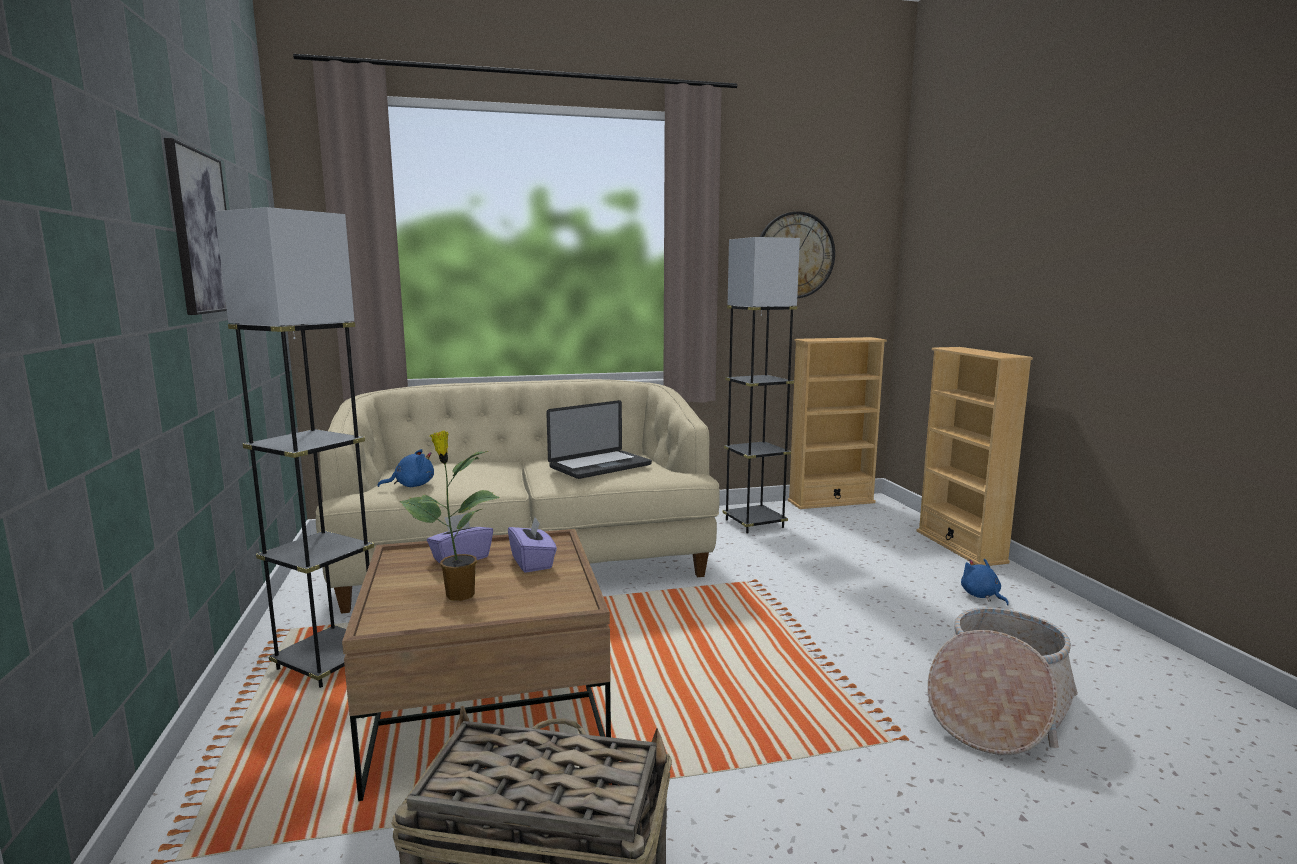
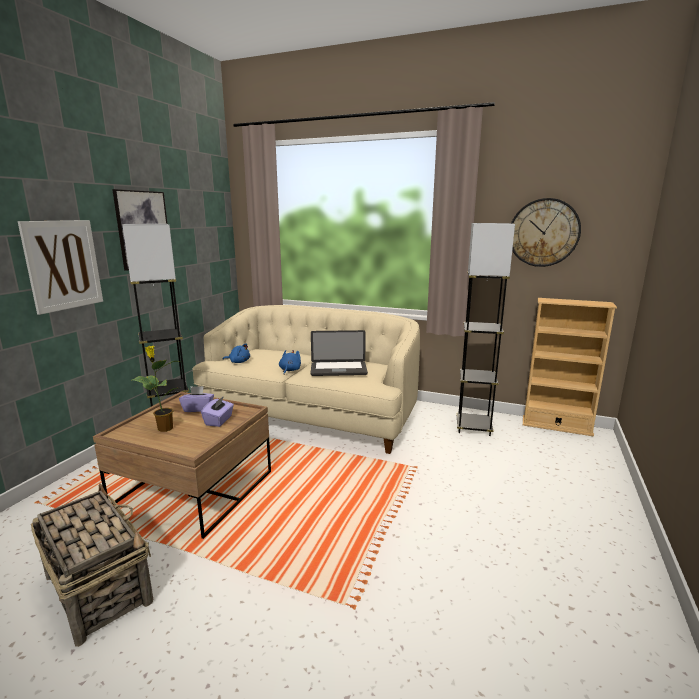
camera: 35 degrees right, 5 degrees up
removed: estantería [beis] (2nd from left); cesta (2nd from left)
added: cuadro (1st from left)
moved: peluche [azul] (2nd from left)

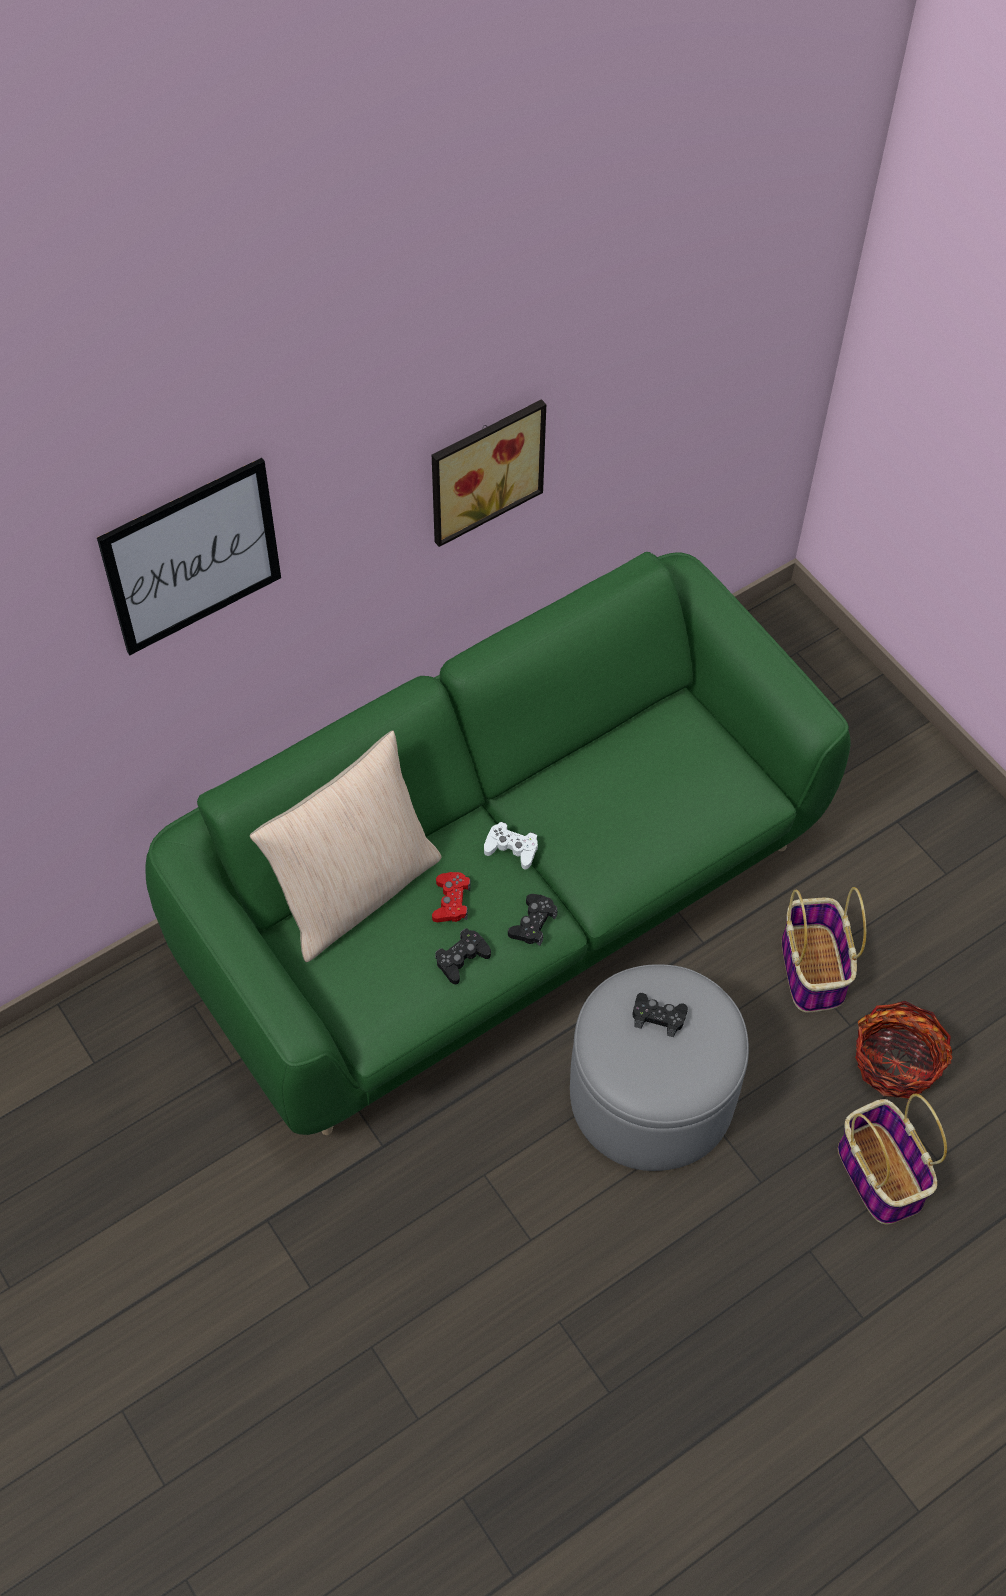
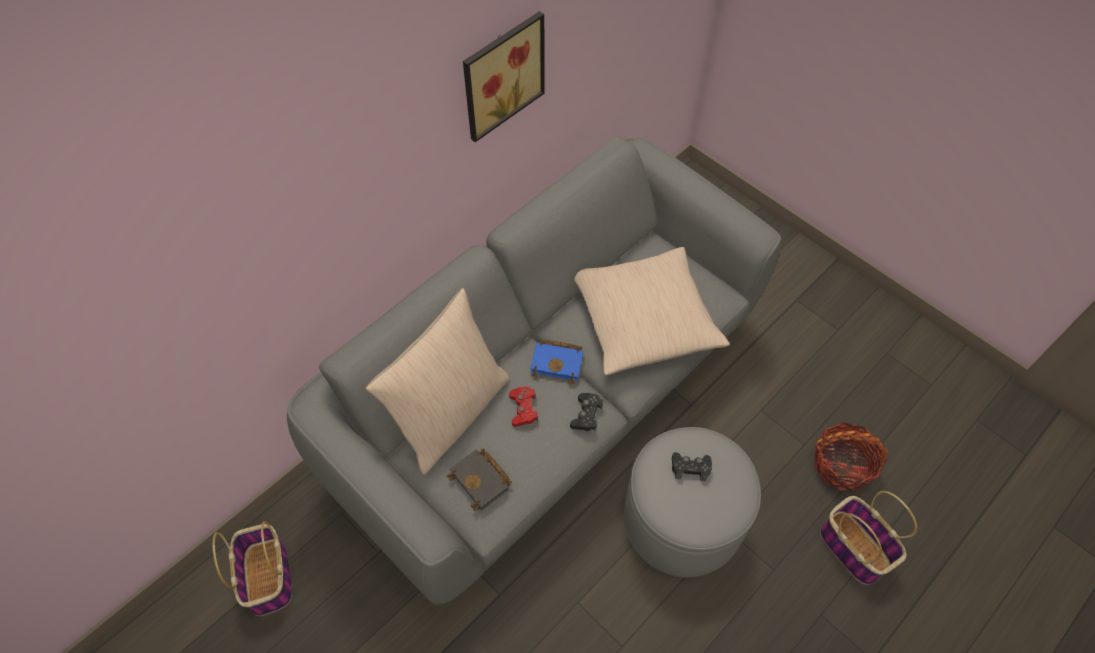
camera: 10 degrees left, 0 degrees up
removed: cuadro (1st from left); mando de consola [negro] (1st from left)
added: cojín [beis] (2nd from left); libro [negro]
moved: cesta (1st from left)
replaced: mando de consola [blanco] to libro [azul]
recoloured: sofá [verde] to sofá [gris]

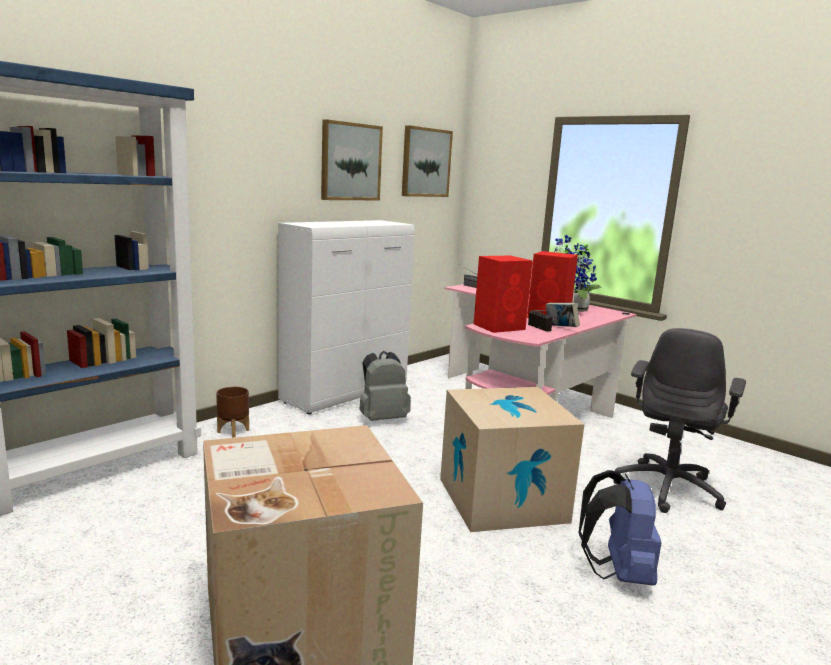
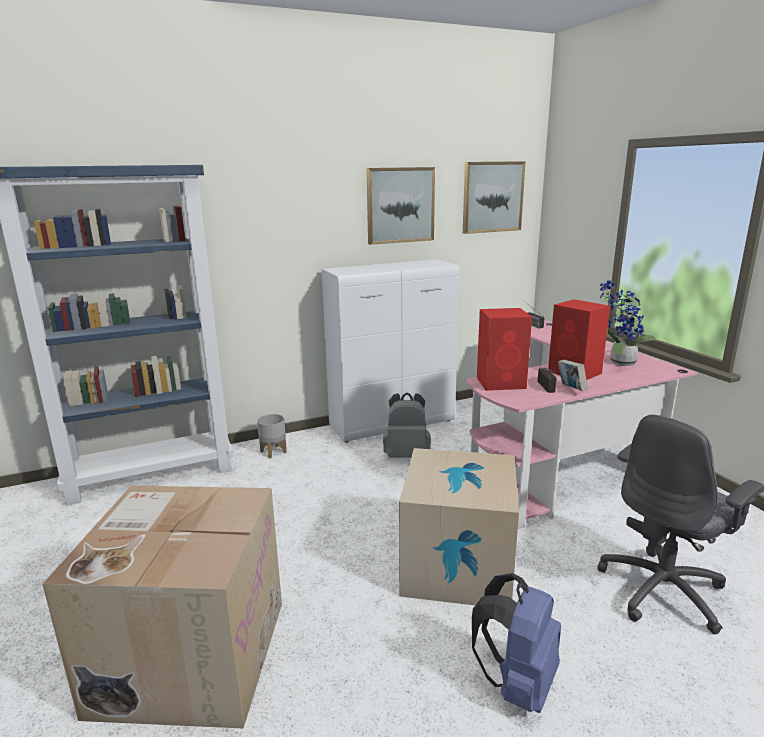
camera: 25 degrees right, 5 degrees up
recoloured: maceta [marrón] to maceta [gris]

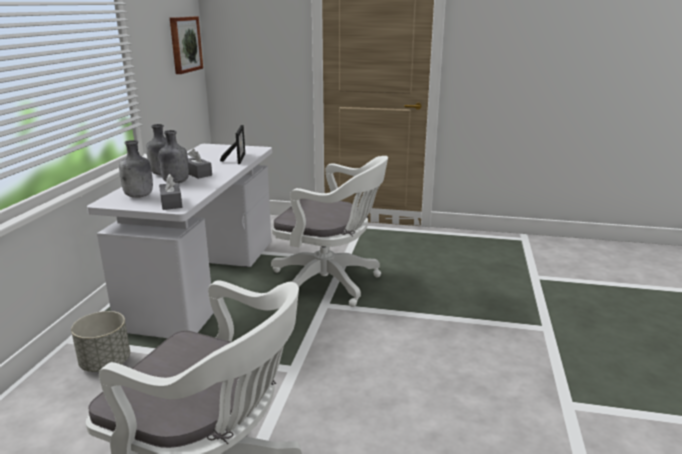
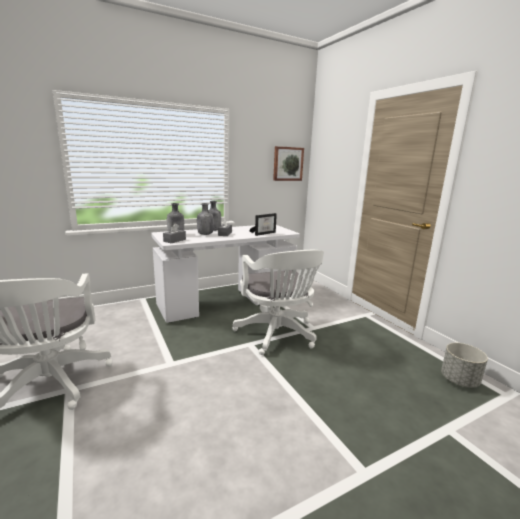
camera: 50 degrees right, 5 degrees down
moved: maceta [gris]

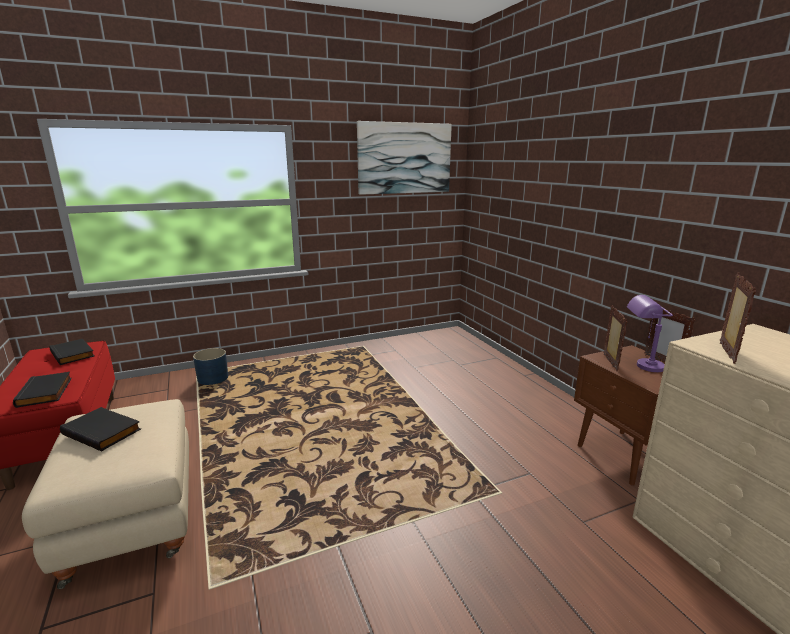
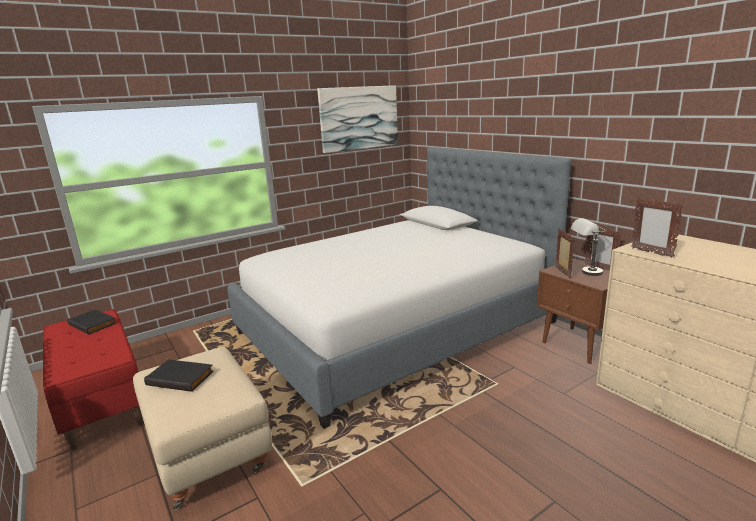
camera: 10 degrees left, 0 degrees up
removed: maceta [azul]; libro [negro] (1st from left)
added: cama
recoloured: lámpara de mesa [morado] to lámpara de mesa [gris]
turned: portarretratos (3rd from left) 135 degrees clockwise

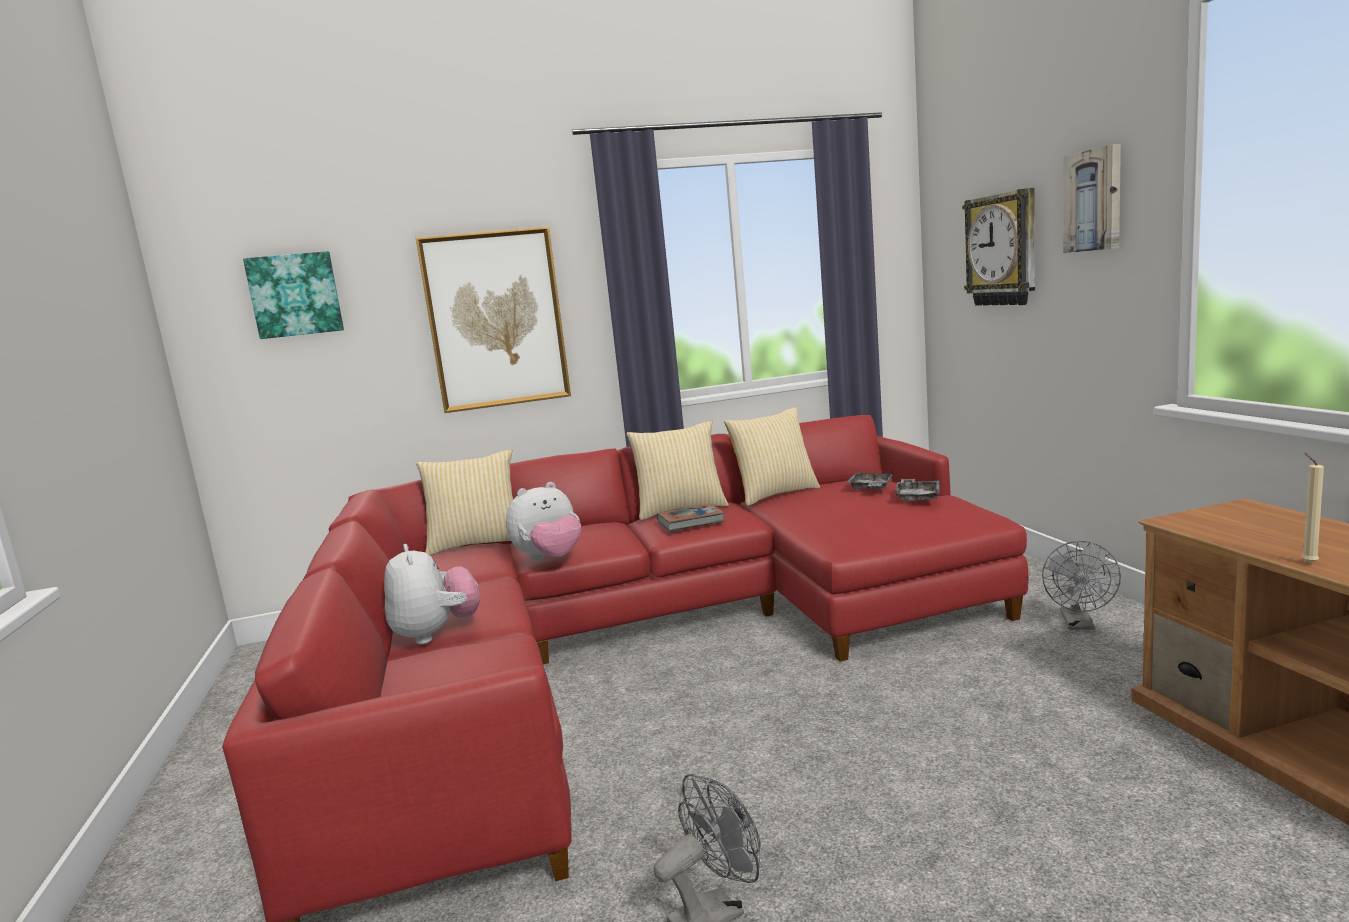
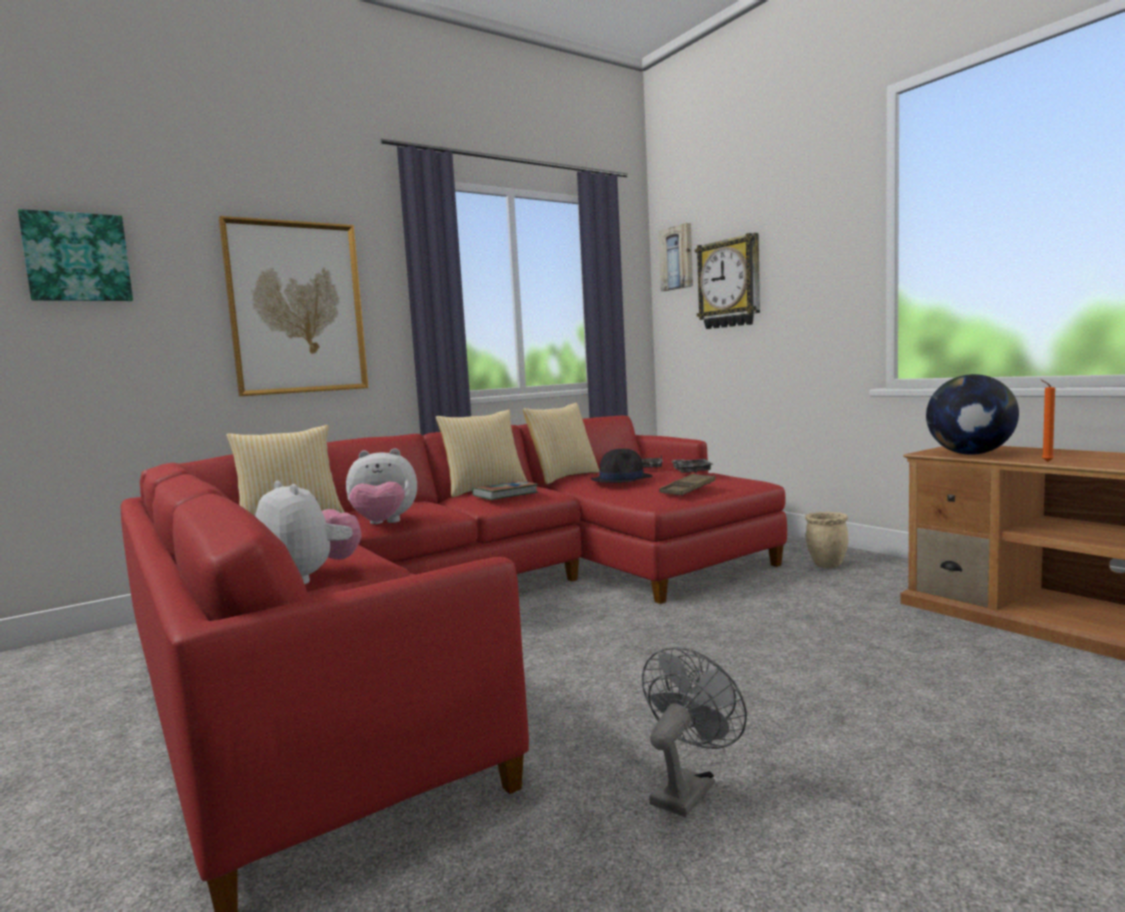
camera: 20 degrees left, 5 degrees down
added: globo terráqueo; sombrero [negro]; bandeja [marrón]
moved: cuadro (3rd from left)
replaced: ventilador [gris] (2nd from left) to maceta [beis]
recoloured: vela [beis] to vela [naranja]
turned: peluche (2nd from left) 45 degrees clockwise

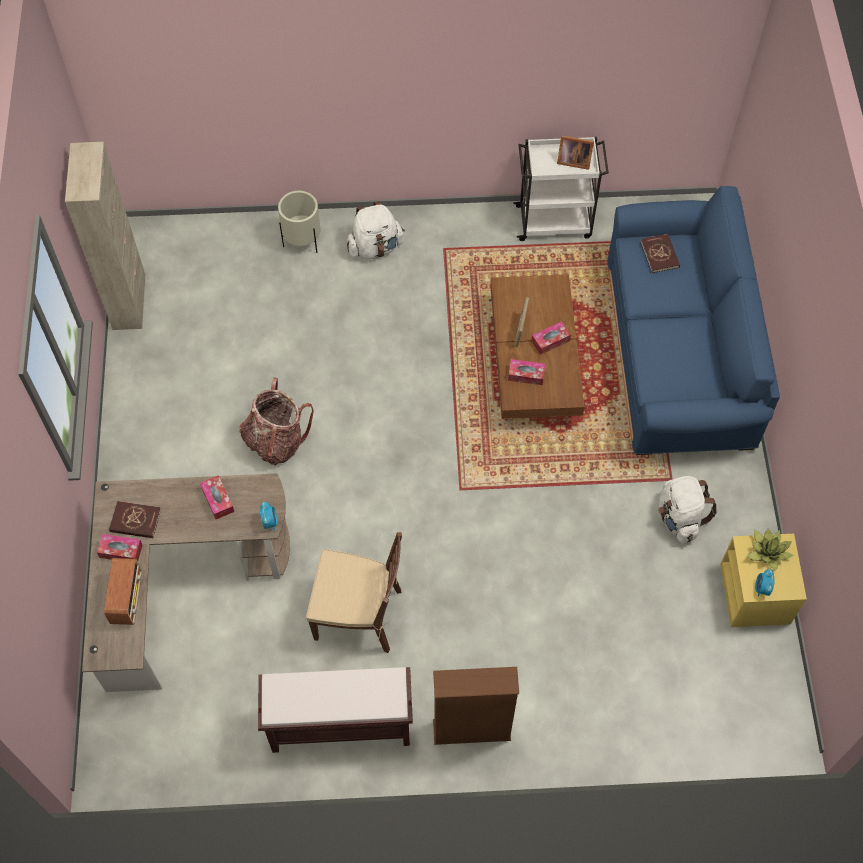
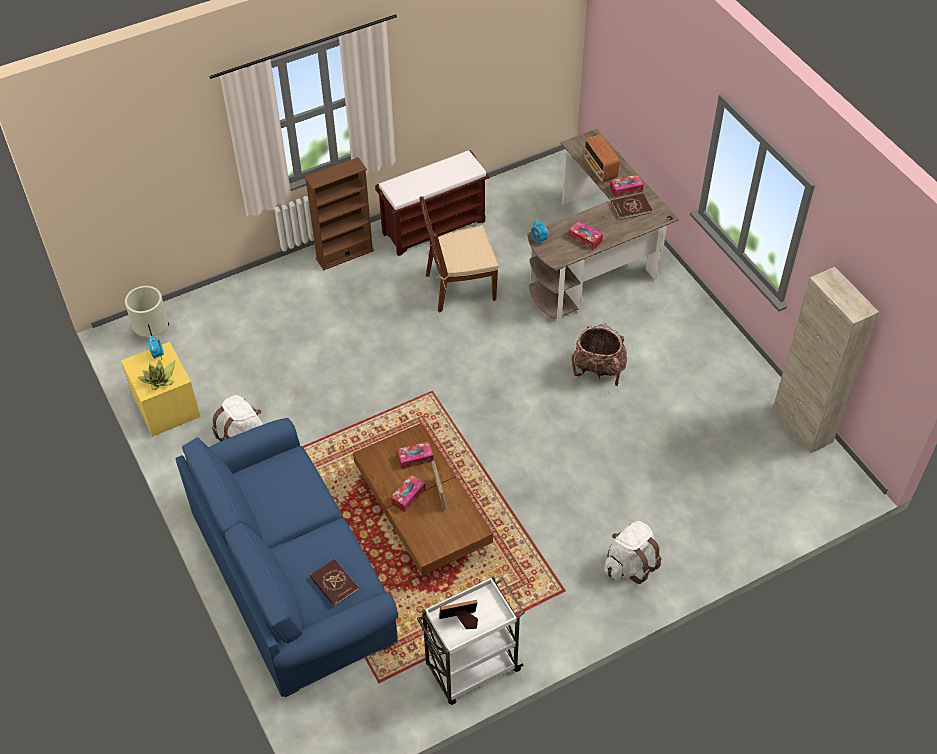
camera: 155 degrees right, 10 degrees down
moved: maceta [beis]

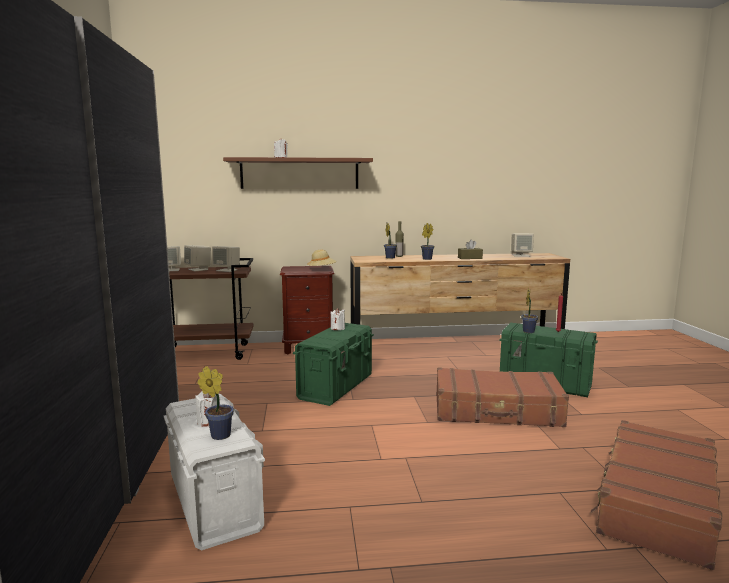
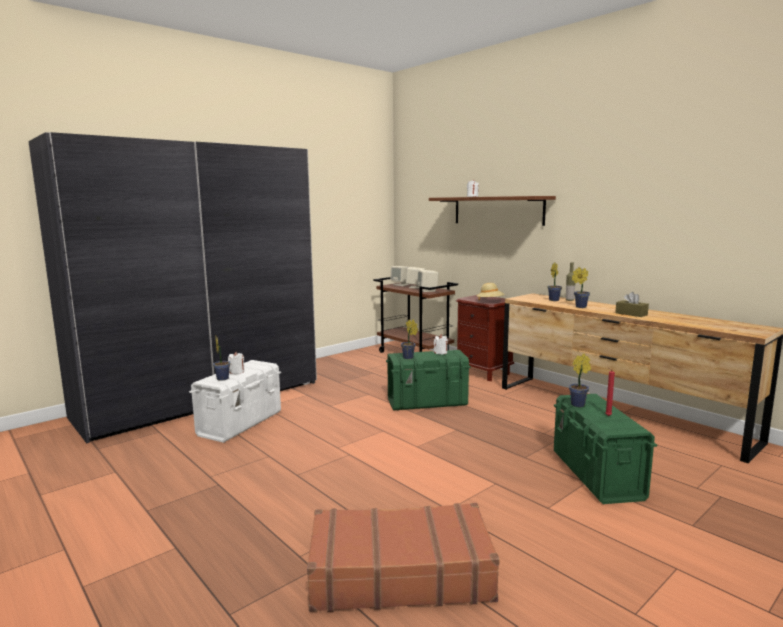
camera: 55 degrees right, 0 degrees up
removed: altavoz [beis] (4th from left); maleta [marrón] (1st from left)
added: planta en maceta (2nd from left)

